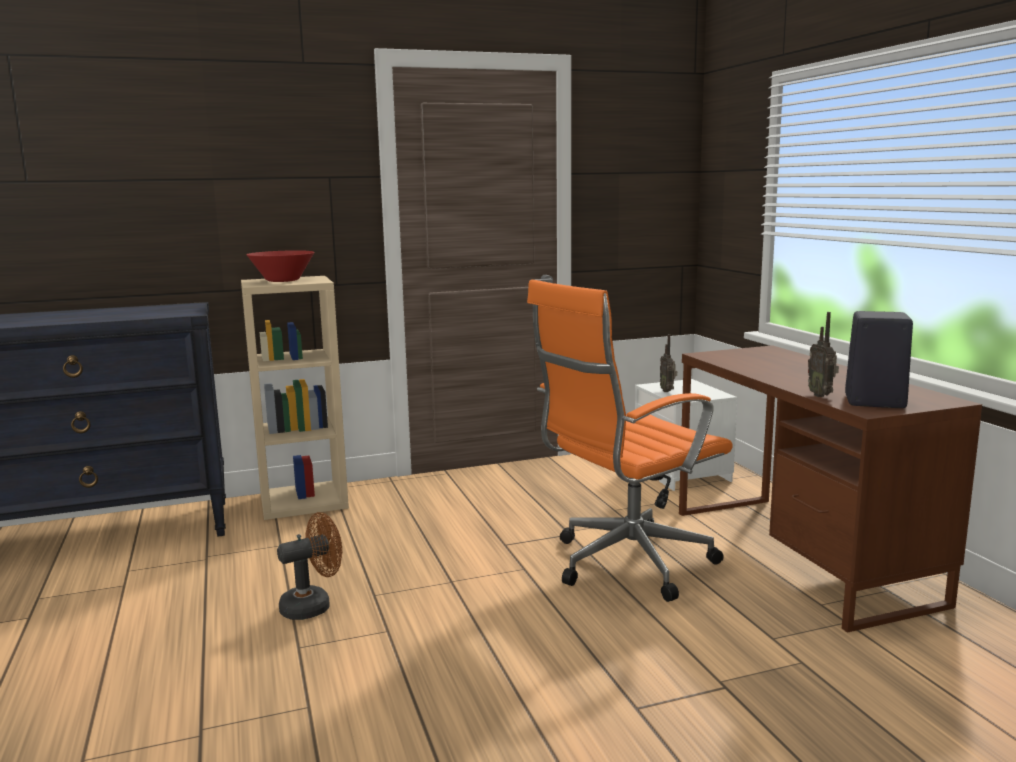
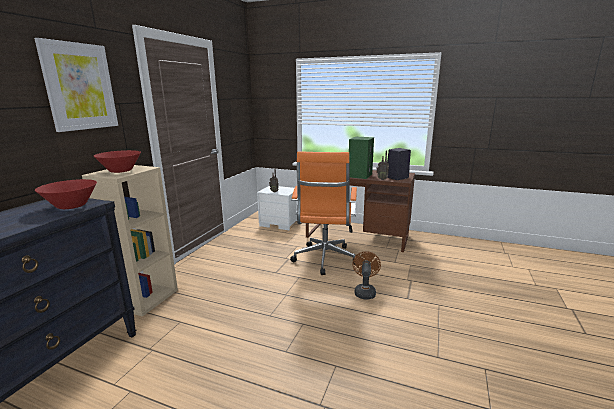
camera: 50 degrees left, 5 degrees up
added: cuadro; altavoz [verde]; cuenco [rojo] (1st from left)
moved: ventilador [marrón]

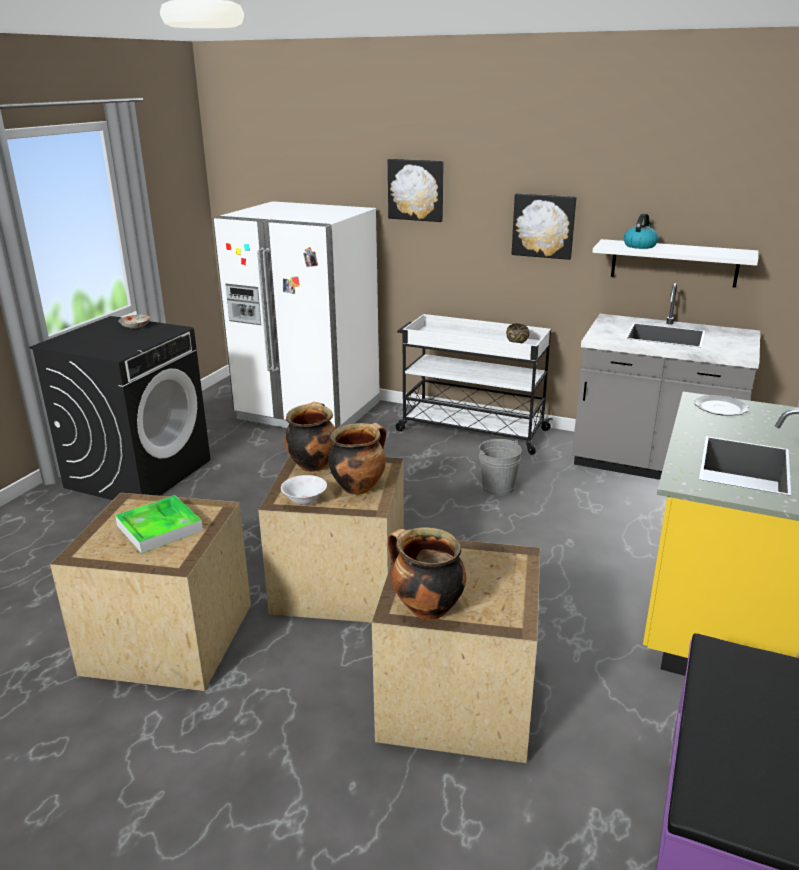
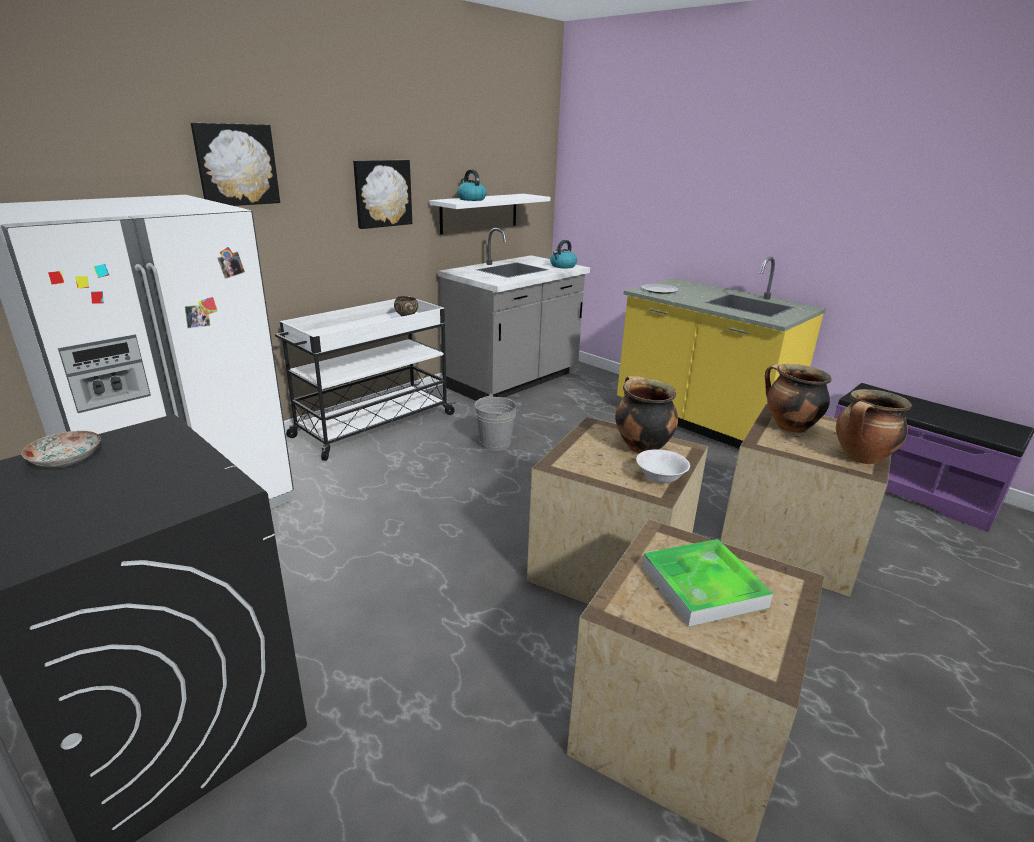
camera: 70 degrees left, 0 degrees up
added: hervidor (2nd from left)
moved: olla (1st from left in the first image) to olla (2nd from left)

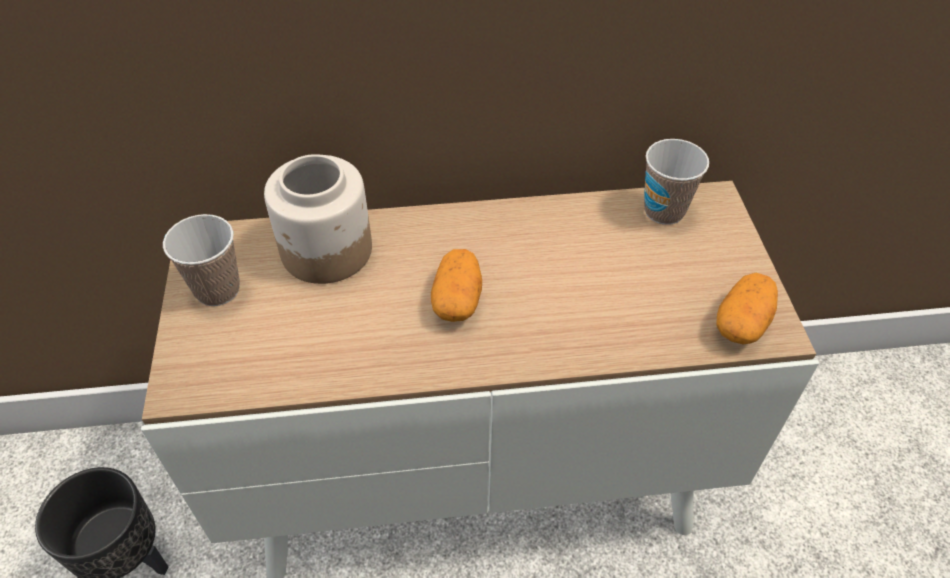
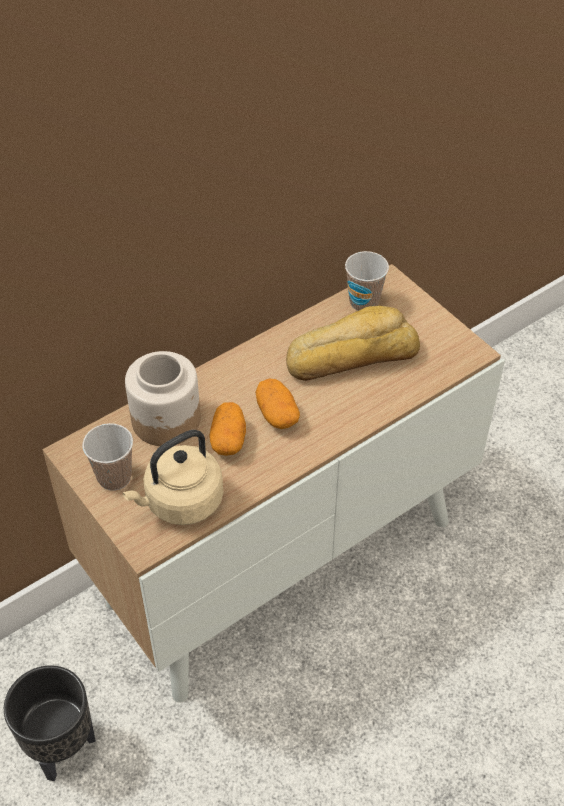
camera: 30 degrees left, 0 degrees up
added: pan; hervidor [beis]
moved: patata (2nd from left in the first image) to patata (1st from left)

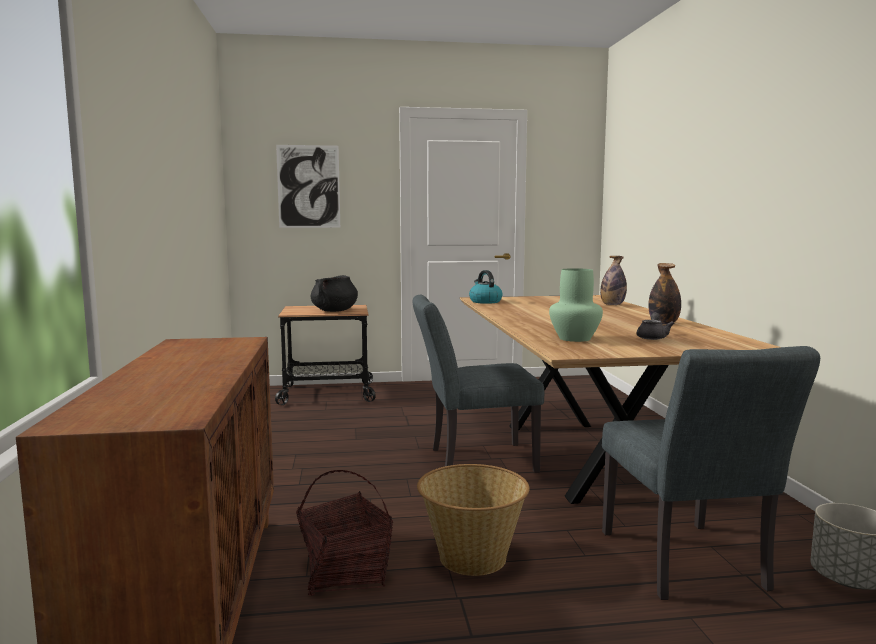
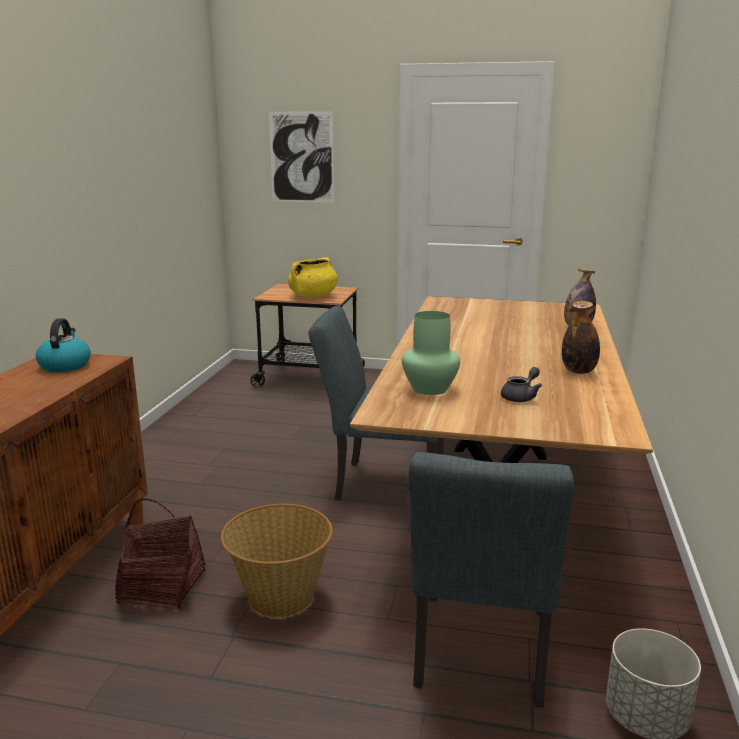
camera: 20 degrees right, 10 degrees up
moved: hervidor
recoloured: olla [negro] to olla [amarillo]

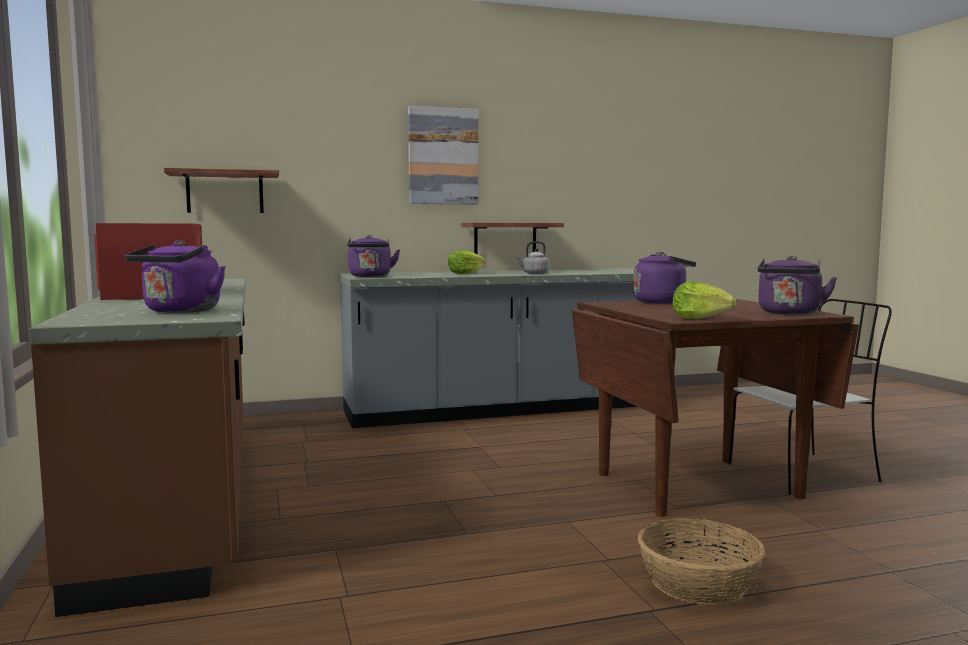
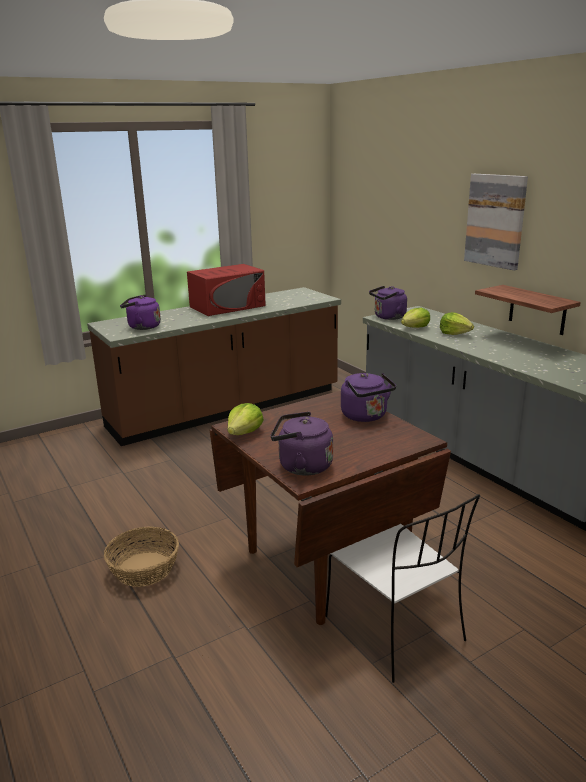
camera: 75 degrees right, 15 degrees up
removed: estante (1st from left); hervidor [gris]
added: lechuga (2nd from left)

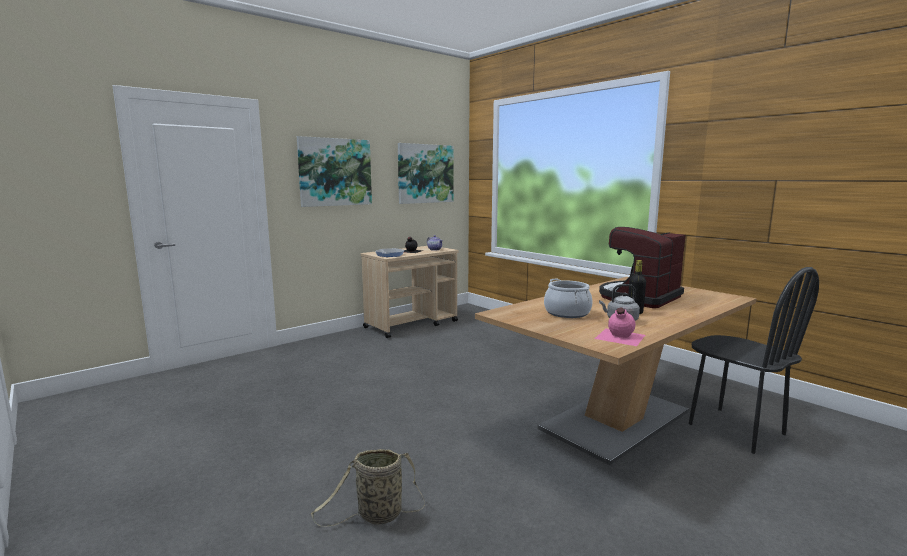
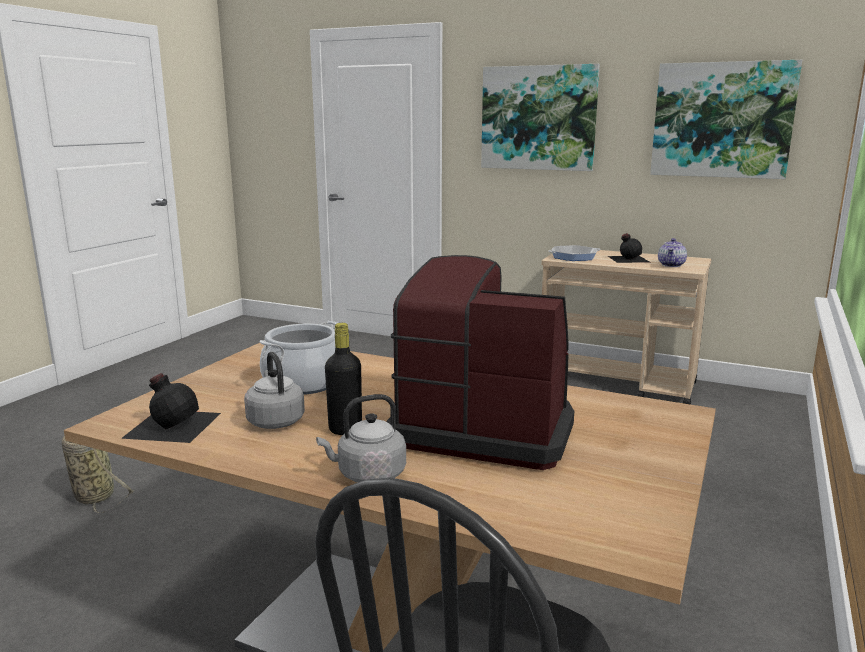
camera: 65 degrees right, 5 degrees up
added: hervidor [gris] (2nd from left)
recoloured: botella [rosa] to botella [negro] (1st from left)

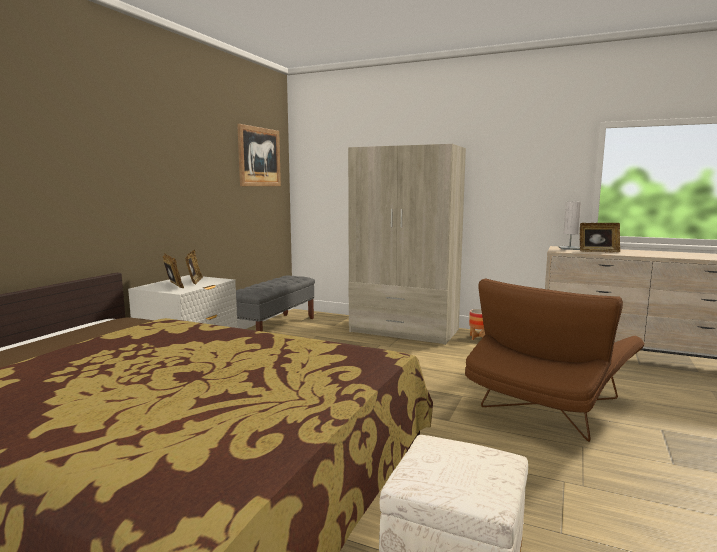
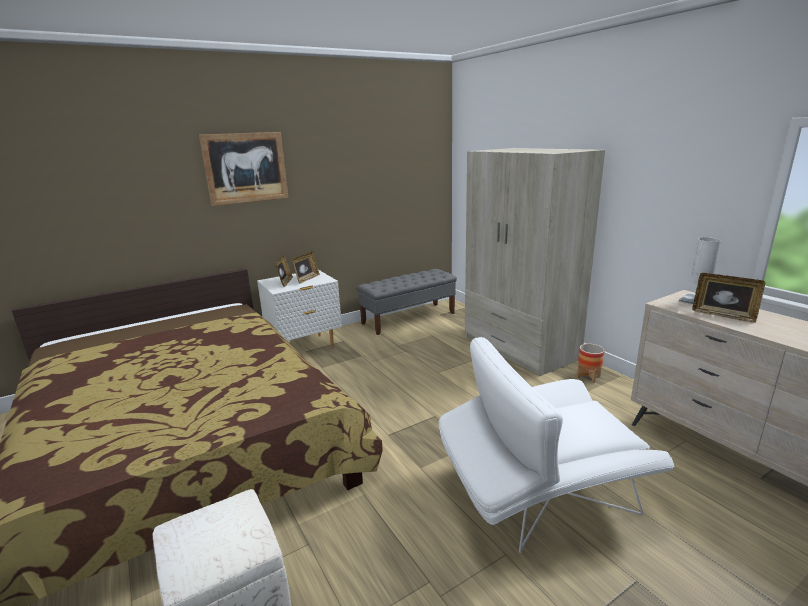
camera: 35 degrees right, 10 degrees up
moved: cuadro
recoloured: sillón [marrón] to sillón [blanco]

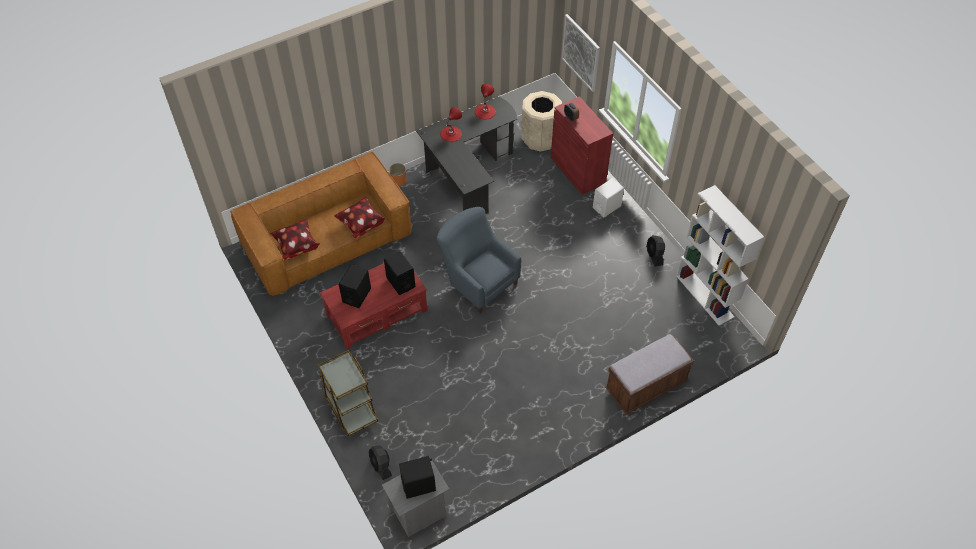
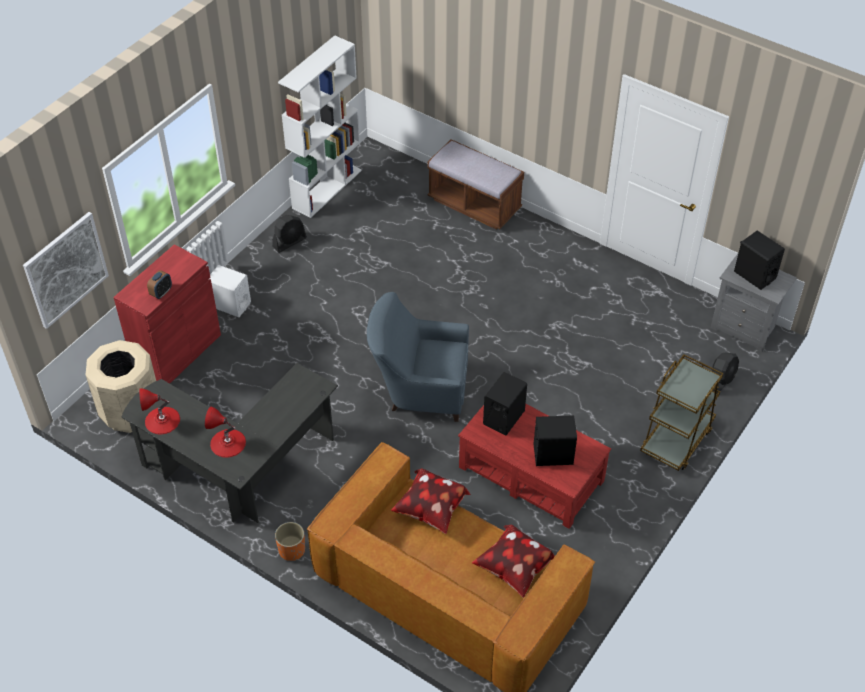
camera: 115 degrees left, 5 degrees down
turned: sillón [azul] 75 degrees clockwise

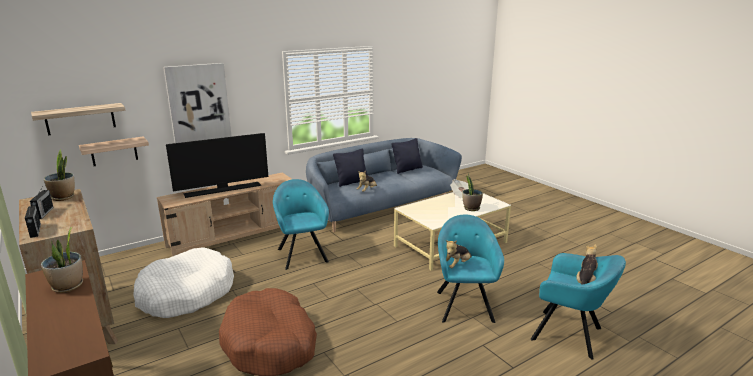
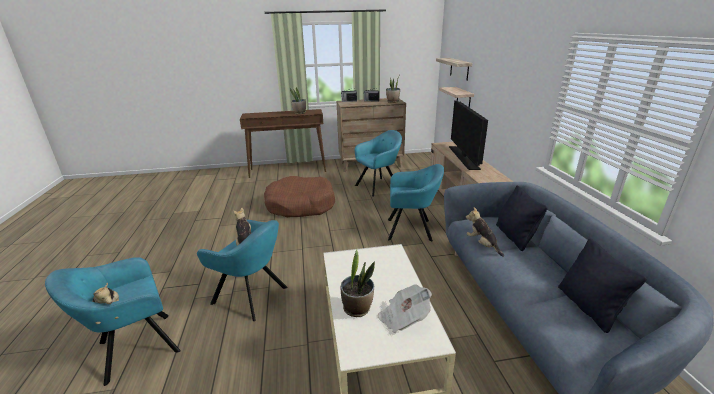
camera: 115 degrees right, 5 degrees up
removed: cuadro
replaced: cama para perro [blanco] to sillón [turquesa] (3rd from left)

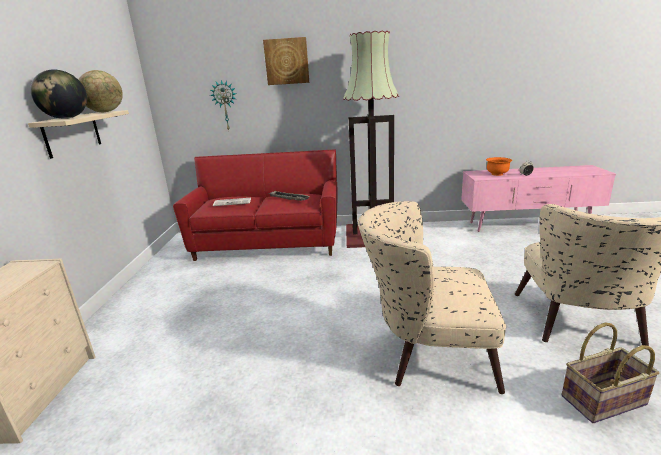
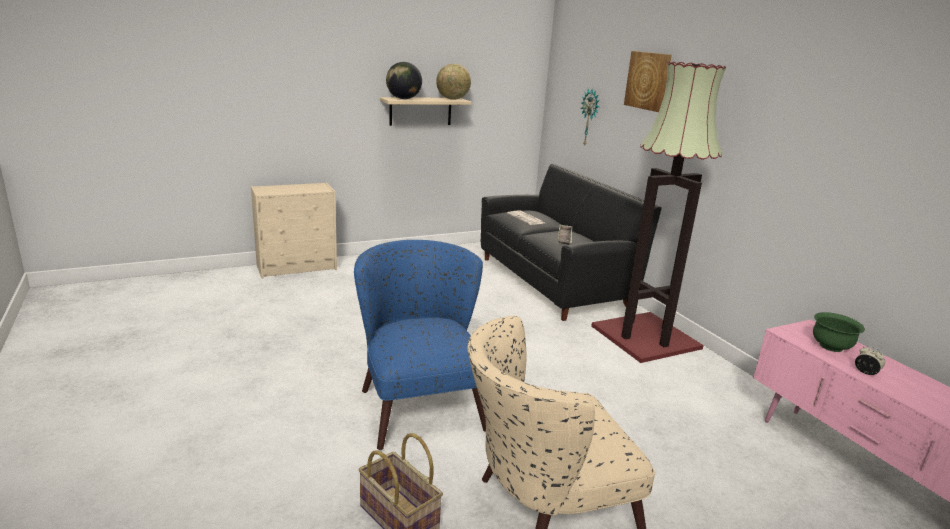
camera: 60 degrees right, 0 degrees up
recoloured: sofá [rojo] to sofá [negro]; cuenco [naranja] to cuenco [verde]; sillón [beis] (1st from left) to sillón [azul]

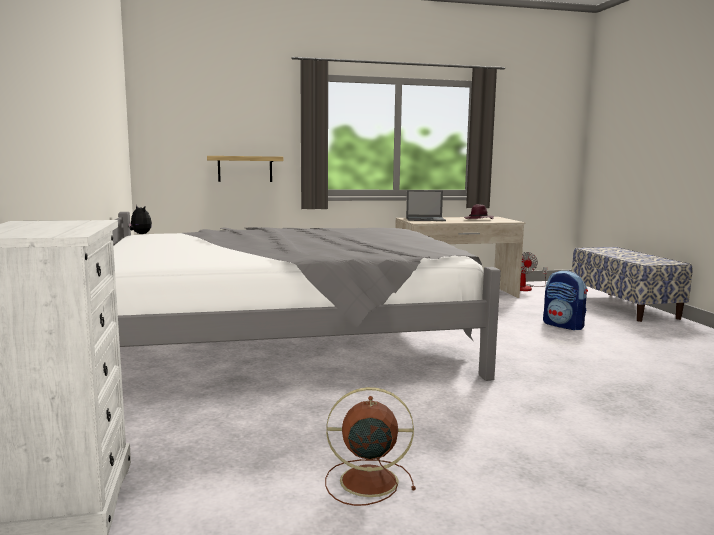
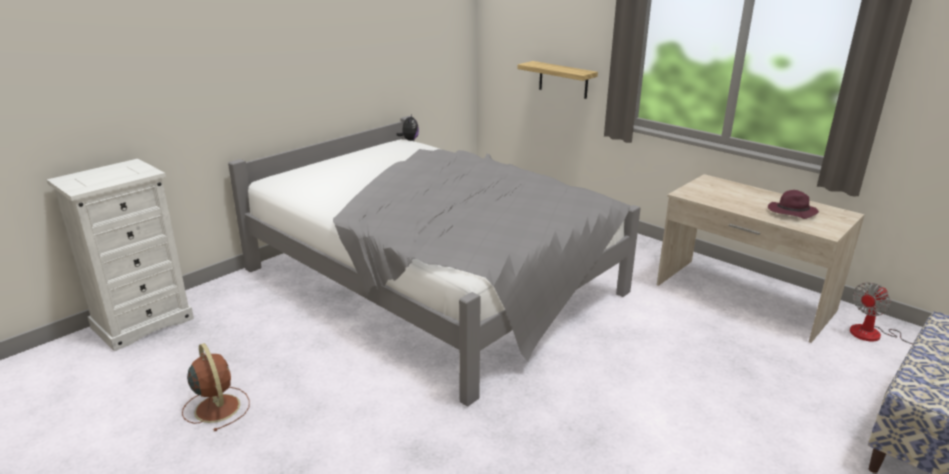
camera: 55 degrees right, 15 degrees up
removed: portátil; mochila

